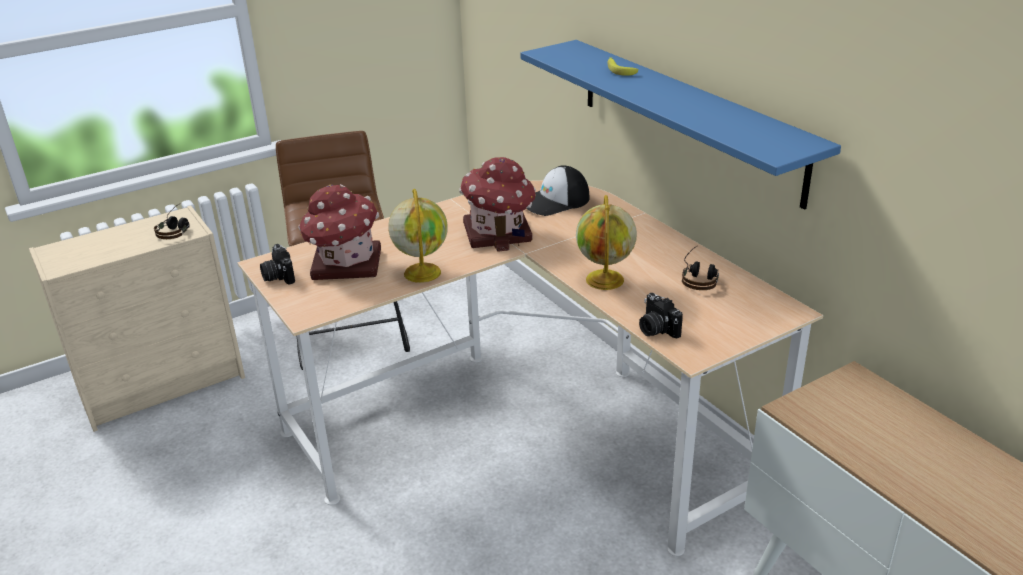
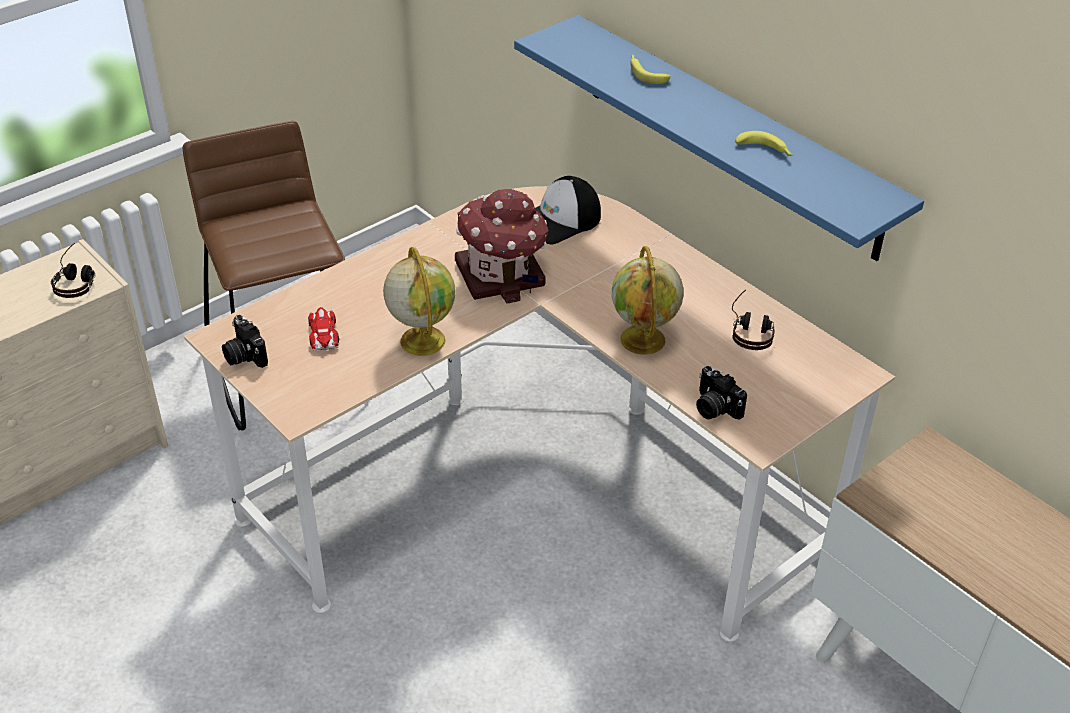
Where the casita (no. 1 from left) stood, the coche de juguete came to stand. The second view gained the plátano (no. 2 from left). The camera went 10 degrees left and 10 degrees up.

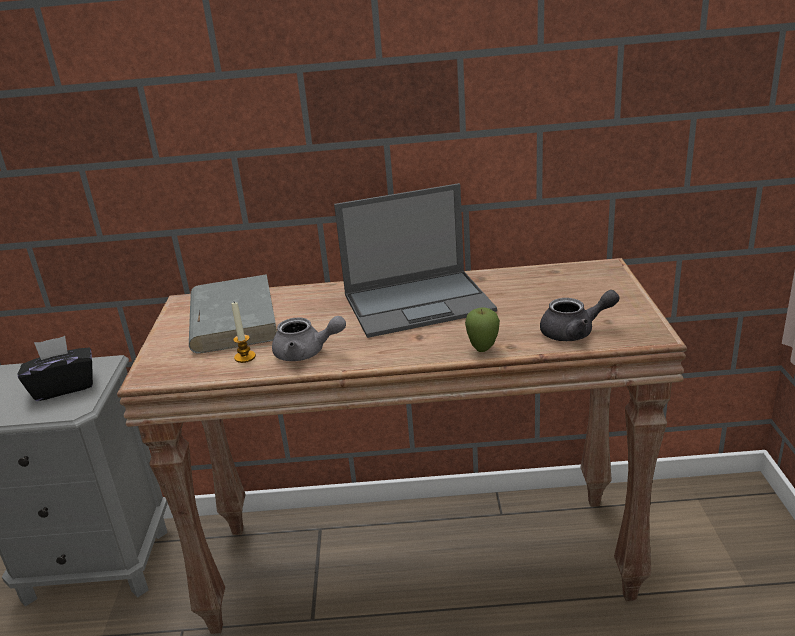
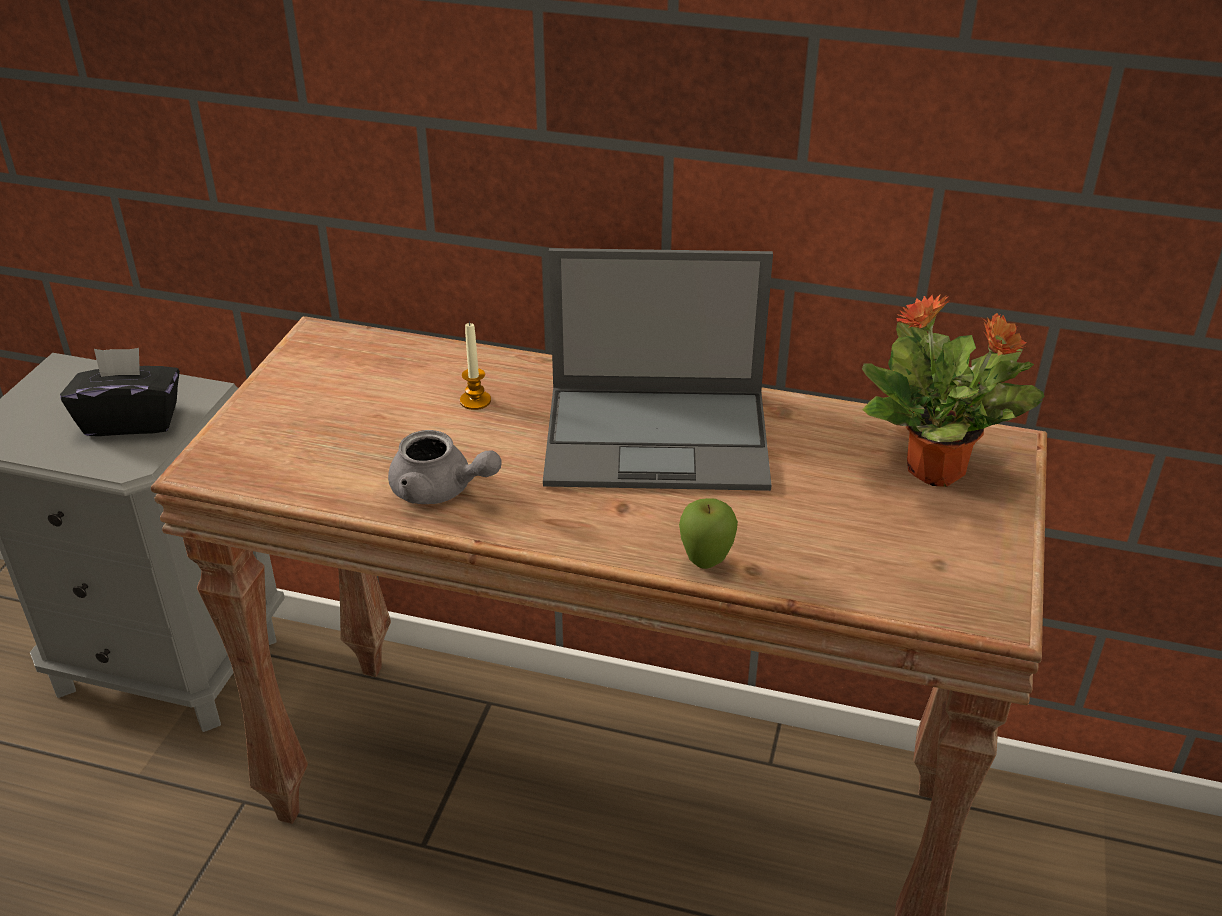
The second view lost the libro (gris). The vela ended up elsewhere. The second view lost the tetera (gris) (no. 2 from left). The second view gained the planta en maceta. The camera went 15 degrees right and 10 degrees up.

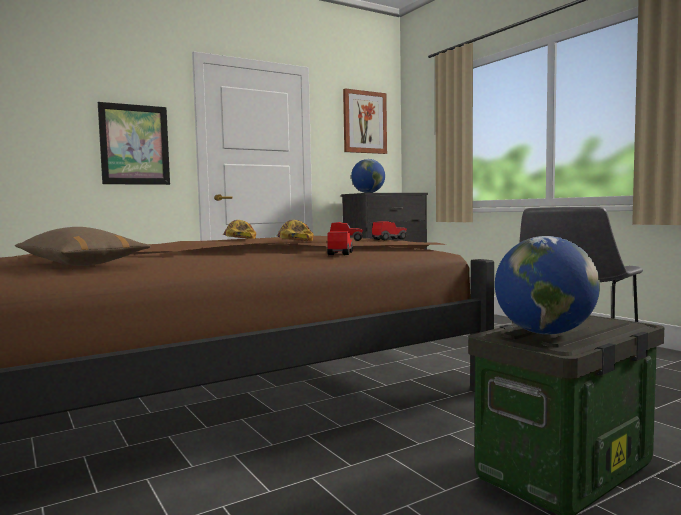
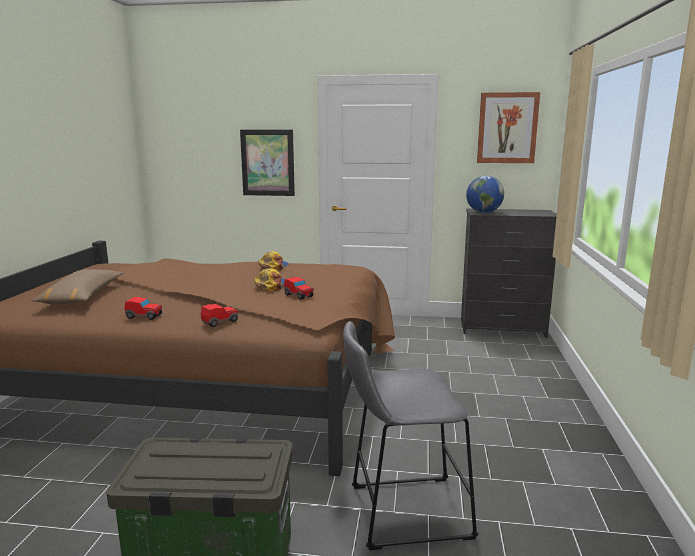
The coche de juguete (no. 3 from left in the first image) ended up elsewhere. The second view lost the globo terráqueo (no. 2 from left). The camera went 40 degrees right and 10 degrees up.

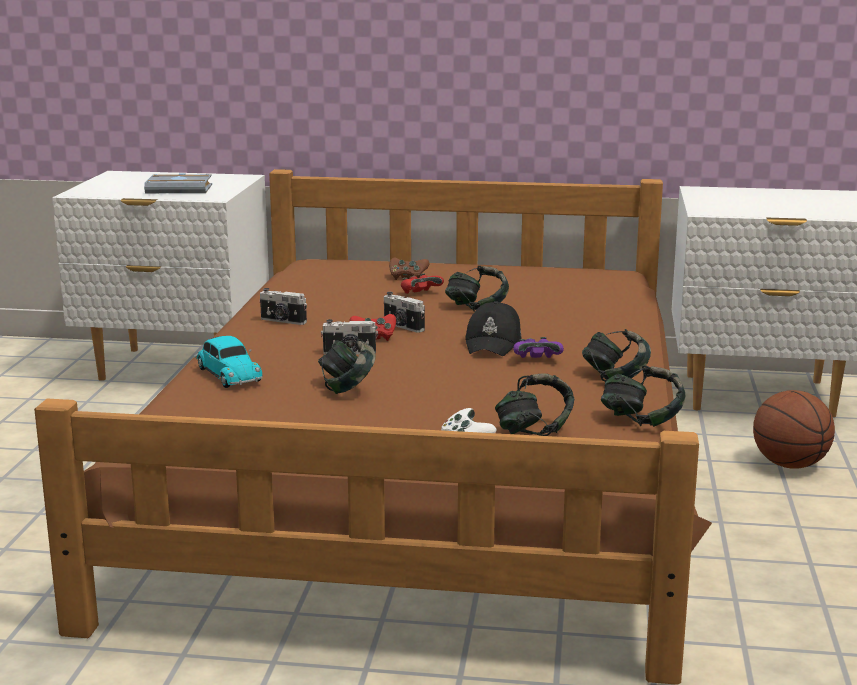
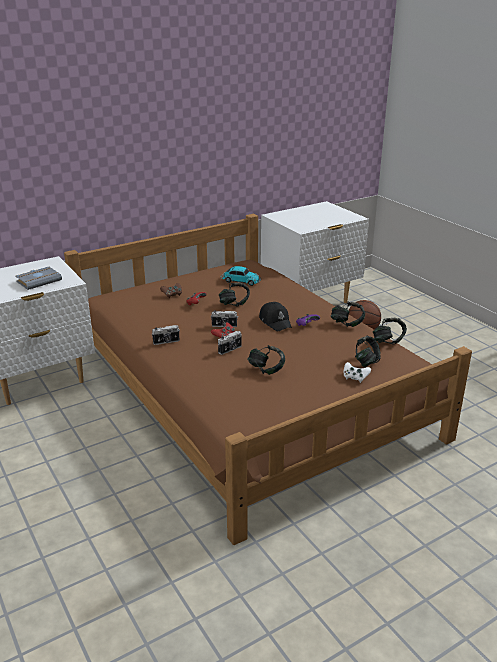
The coche de juguete ended up elsewhere. The camera went 40 degrees left and 10 degrees up.

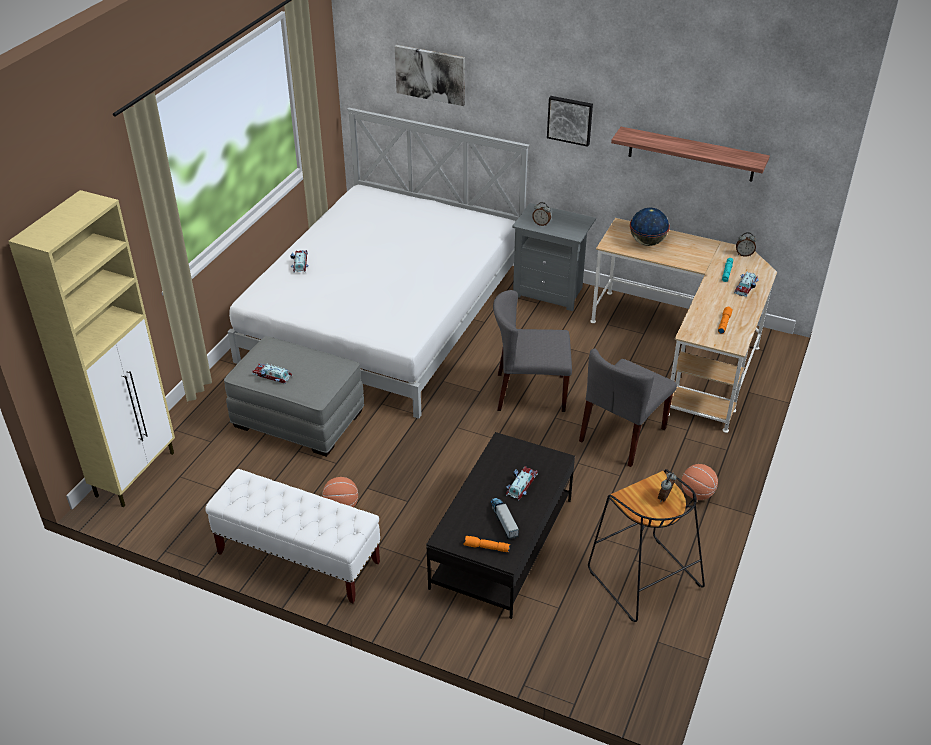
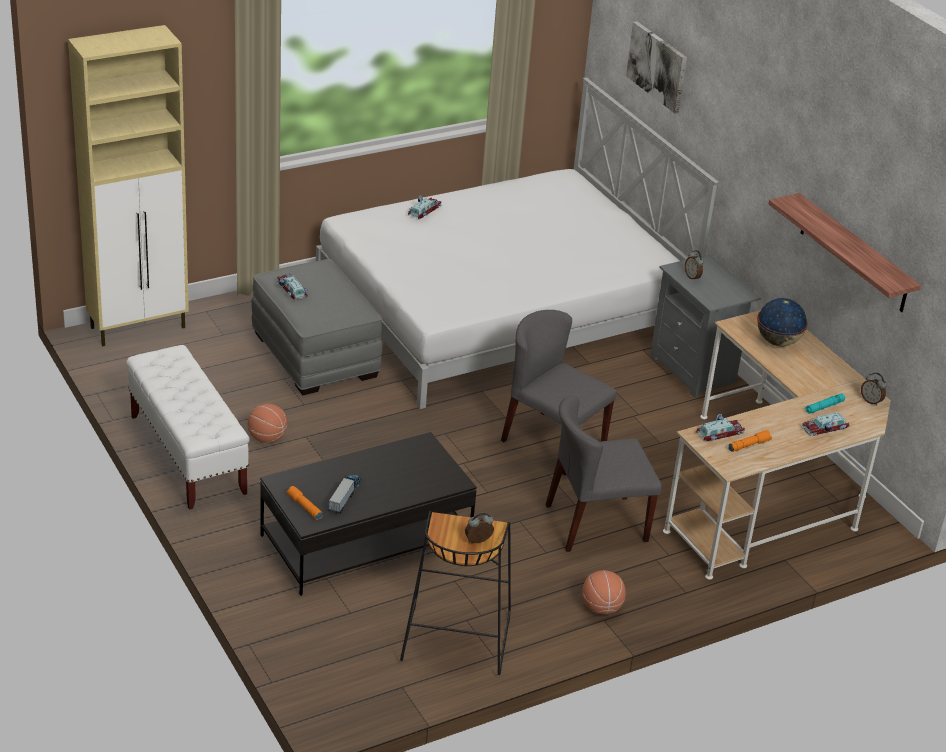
The coche de juguete (no. 3 from left) ended up elsewhere. The second view lost the cuadro (no. 2 from left). The camera went 35 degrees right and 5 degrees down.

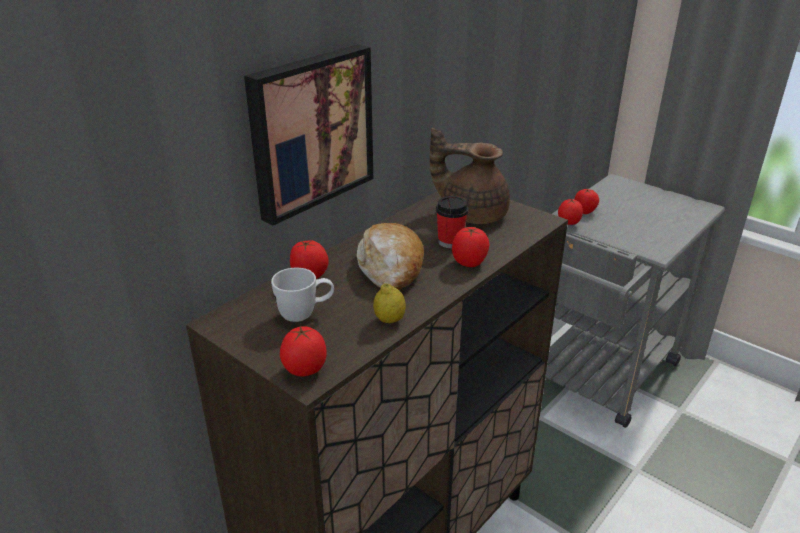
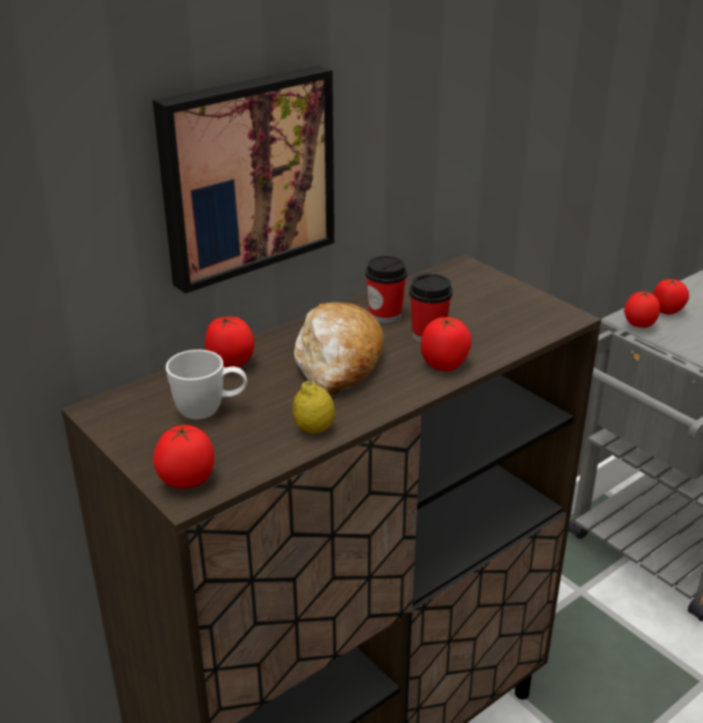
The second view lost the tetera (marrón). The second view gained the taza (no. 1 from left). The camera went 10 degrees right and 0 degrees up.

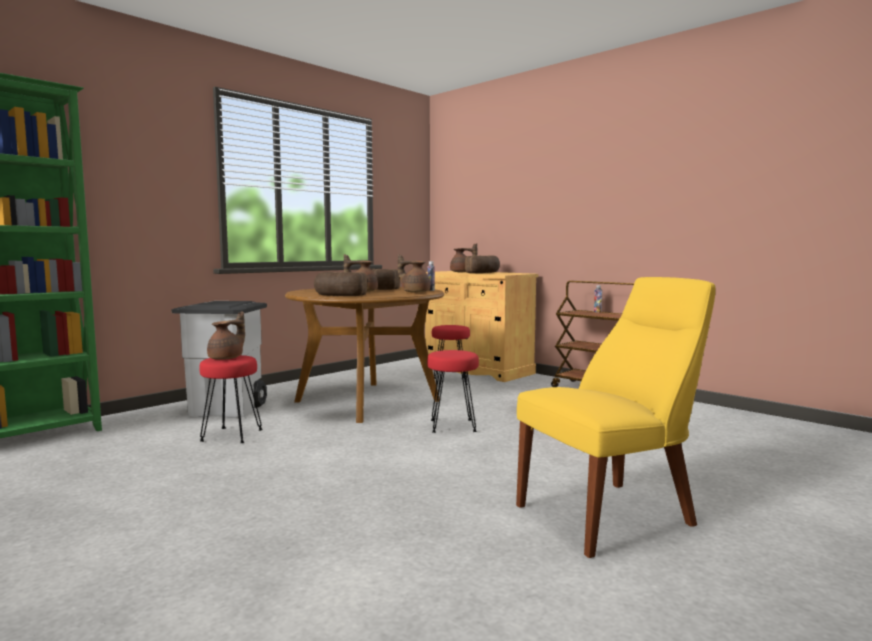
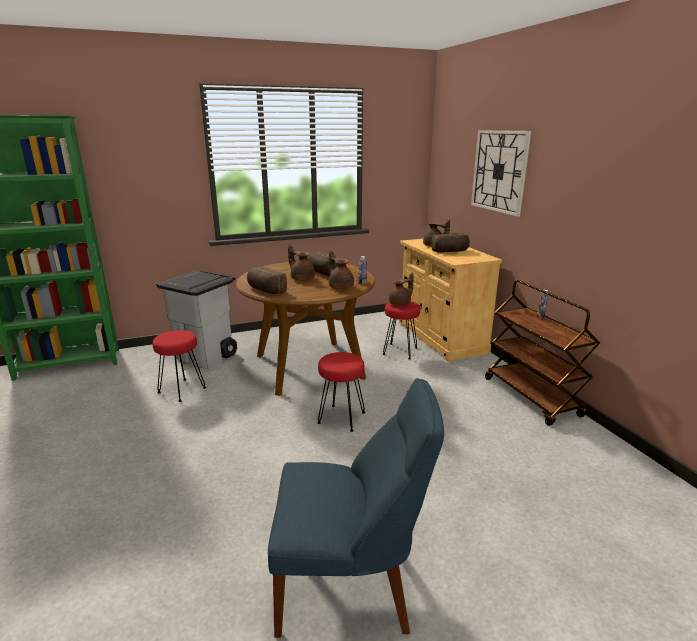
The tetera (marrón) (no. 1 from left in the first image) ended up elsewhere. What was the silla (amarillo) turned into the silla (azul). The second view gained the reloj de pared. The camera went 25 degrees right and 15 degrees up.

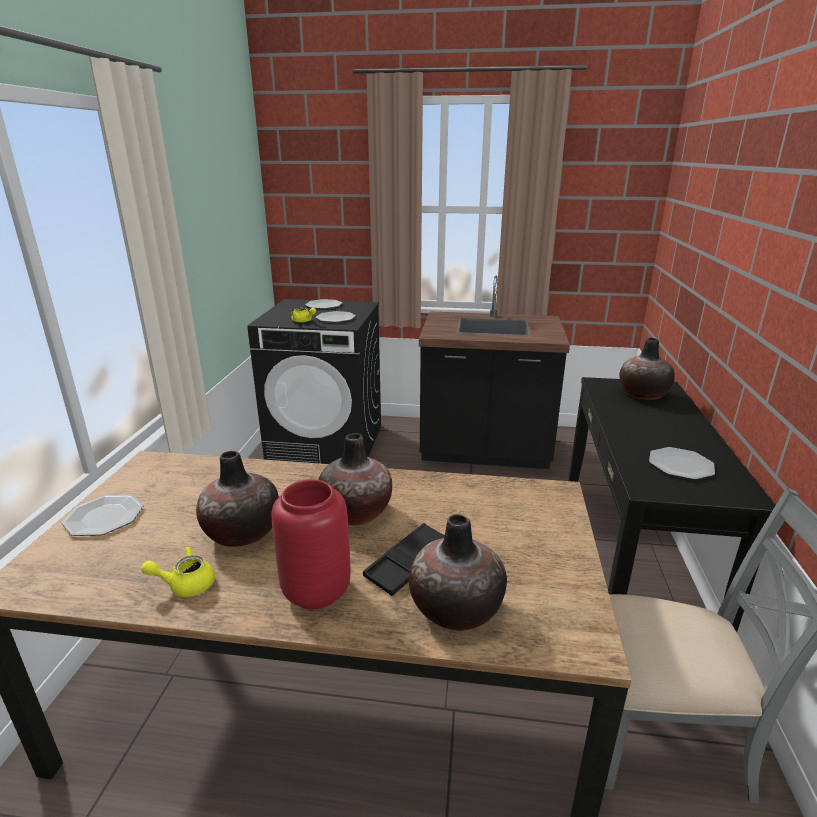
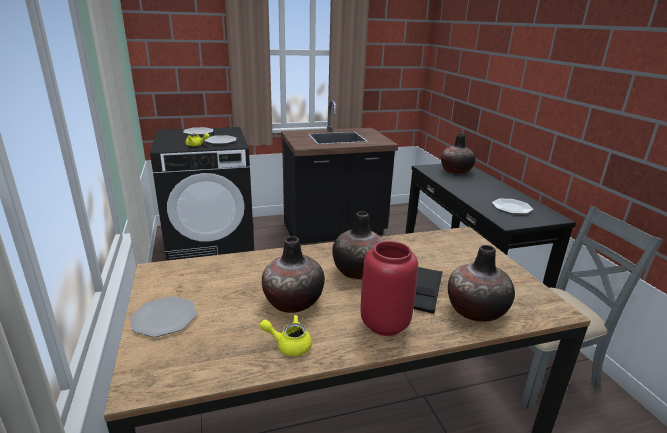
The tetera (amarillo) (no. 1 from left in the first image) ended up facing another way, 45 degrees clockwise from before. The camera went 25 degrees left and 0 degrees up.

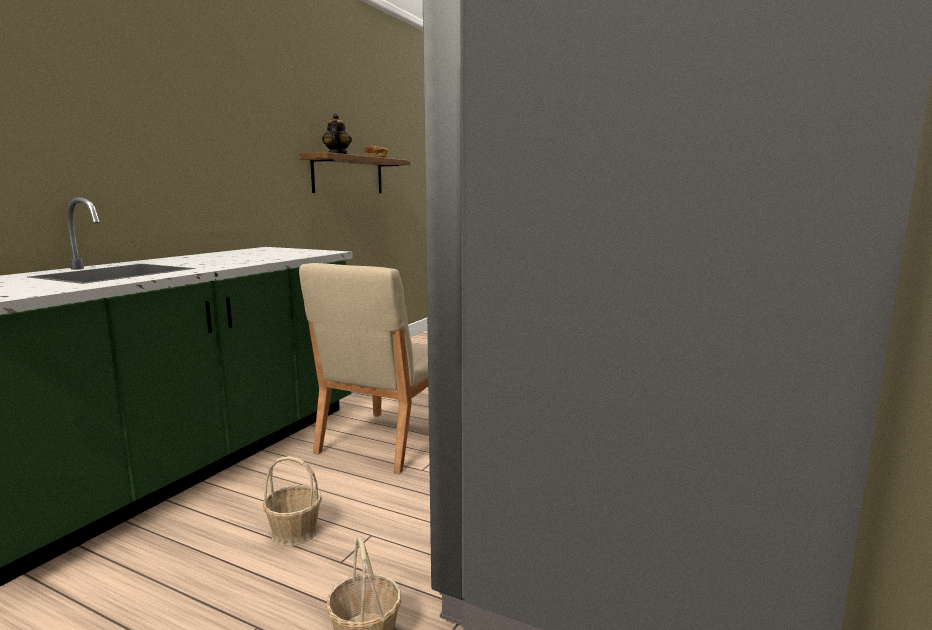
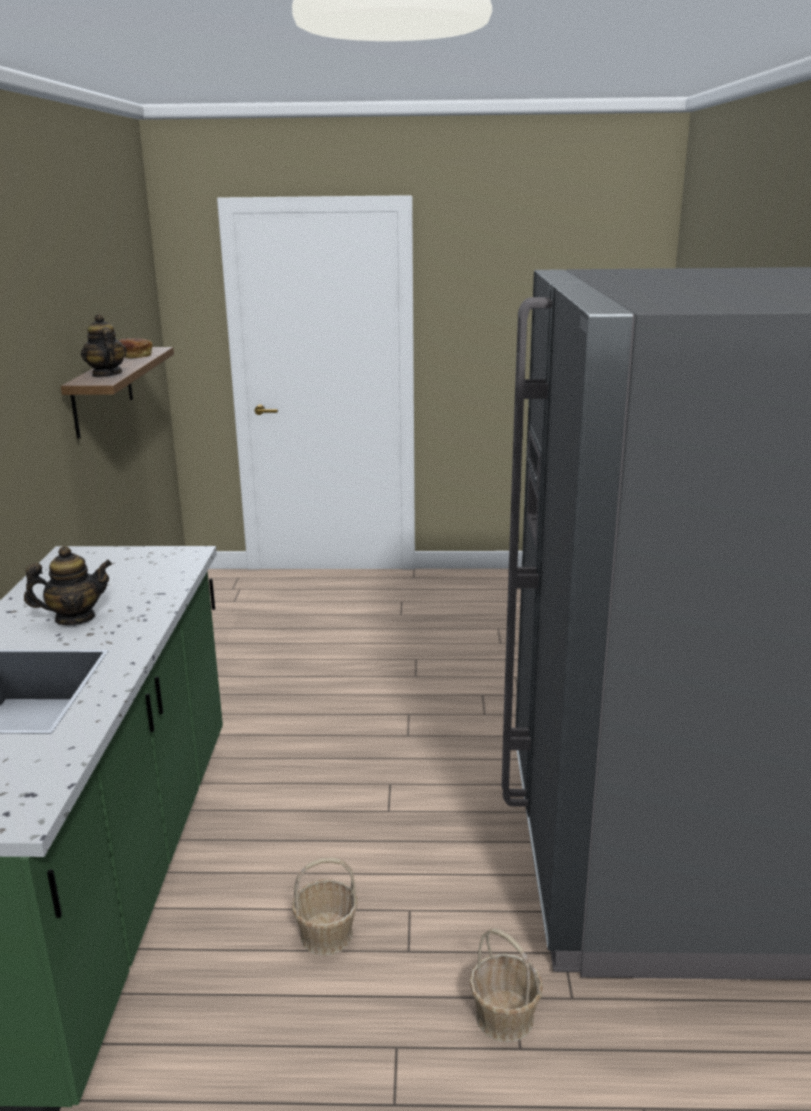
The second view lost the silla (beis). The second view gained the tetera (no. 1 from left). The camera went 25 degrees left and 10 degrees up.

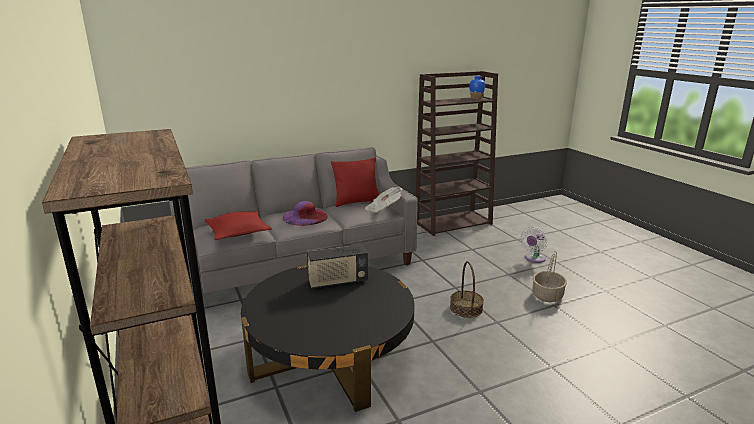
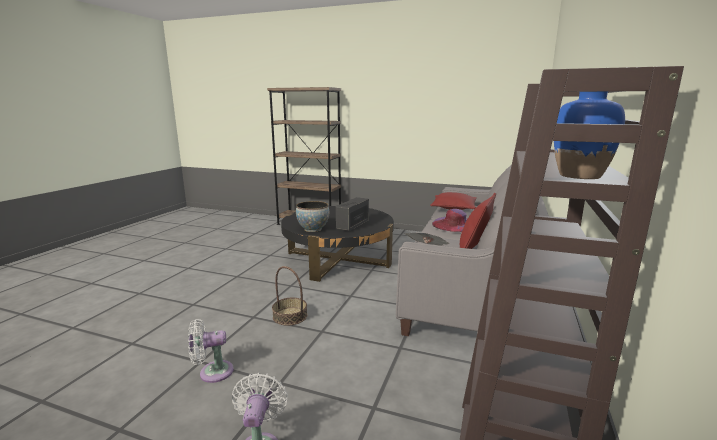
Where the cesta (no. 2 from left) stood, the ventilador (blanco) (no. 1 from left) came to stand. The second view gained the cuenco. The camera went 135 degrees right and 5 degrees down.

